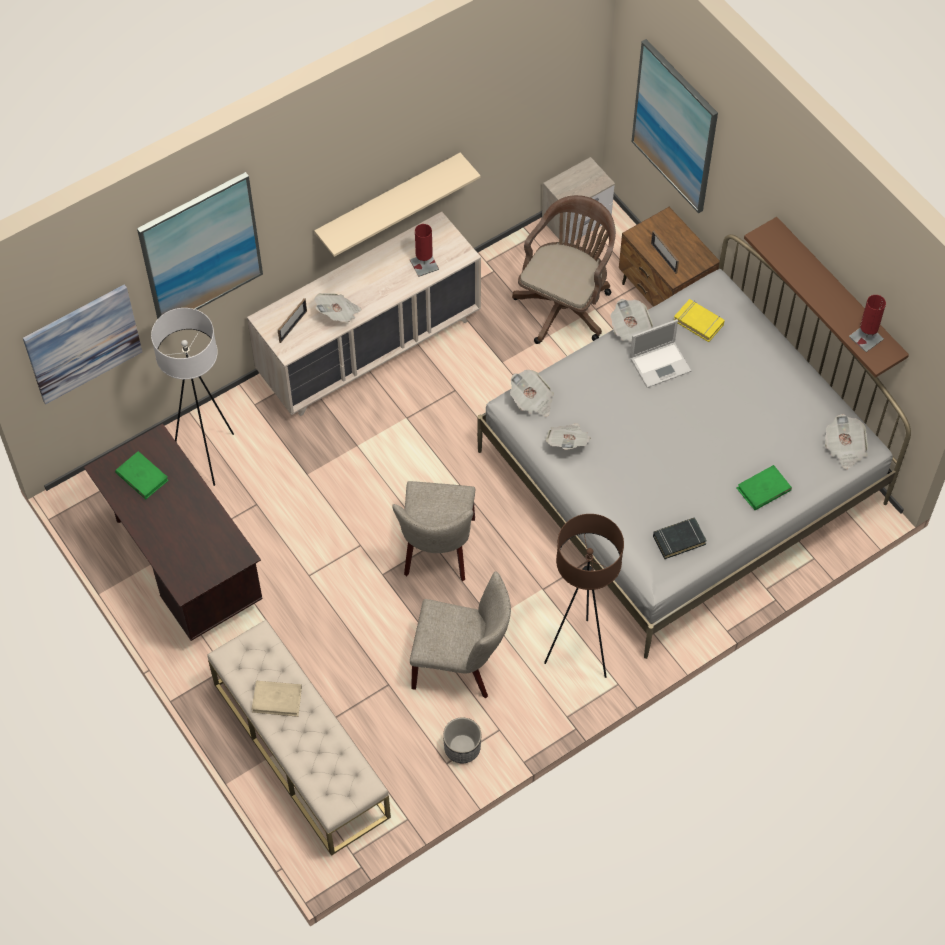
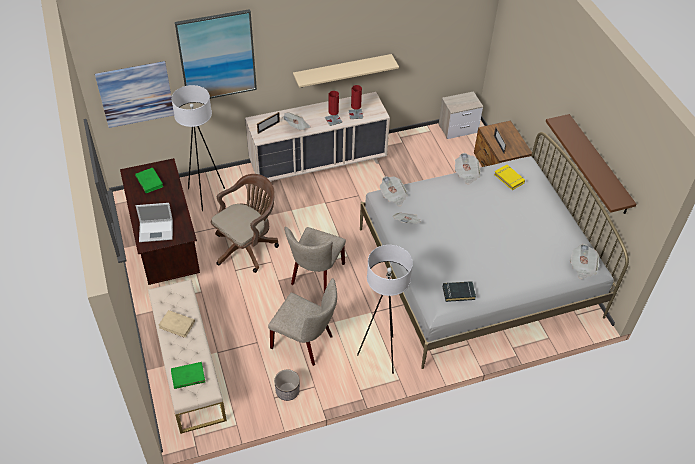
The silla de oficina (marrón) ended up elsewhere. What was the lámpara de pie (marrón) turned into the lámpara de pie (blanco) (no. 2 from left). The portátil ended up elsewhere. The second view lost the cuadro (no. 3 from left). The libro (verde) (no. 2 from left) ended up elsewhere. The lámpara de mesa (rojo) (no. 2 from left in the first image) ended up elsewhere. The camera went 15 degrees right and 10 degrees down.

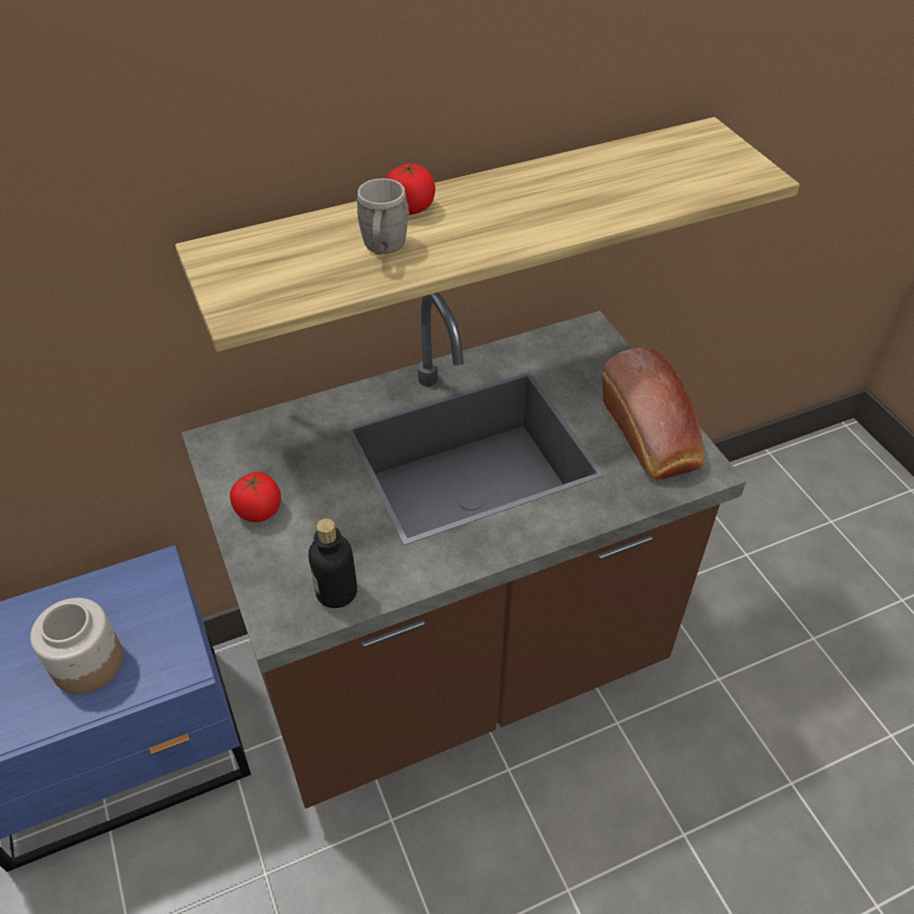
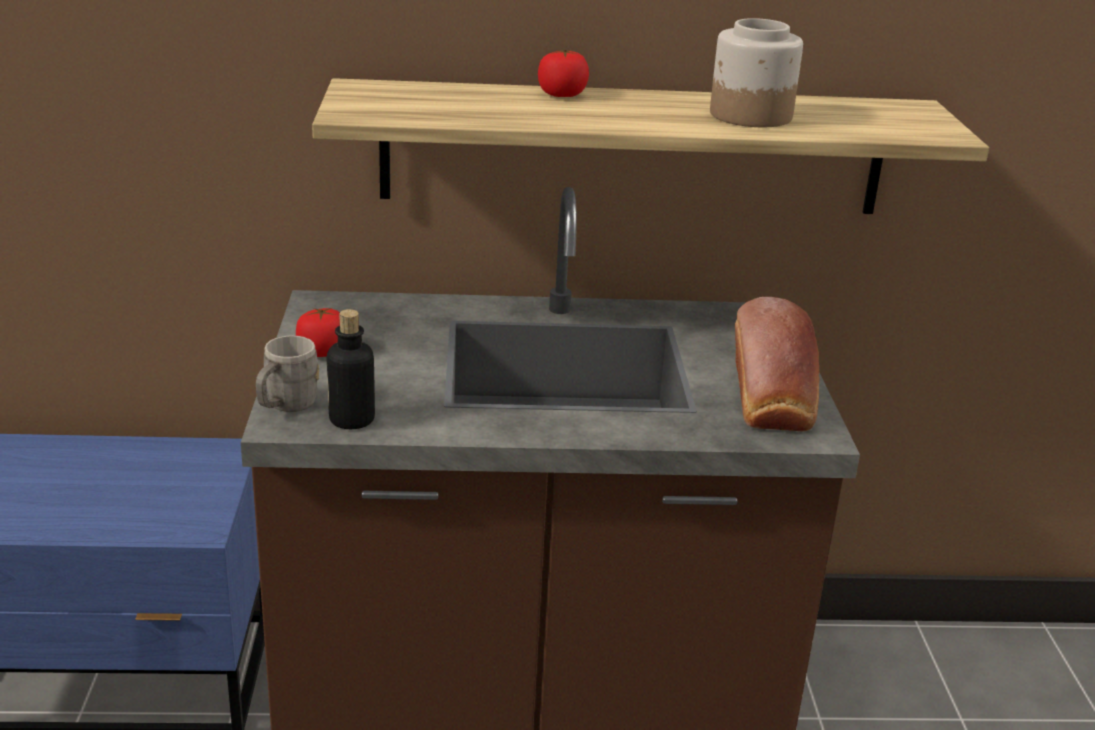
The tarro ended up elsewhere. The taza grande (gris) ended up elsewhere. The camera went 20 degrees right and 20 degrees down.

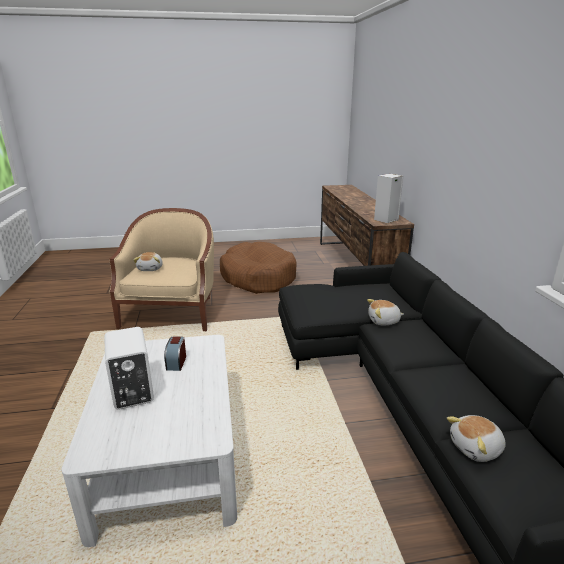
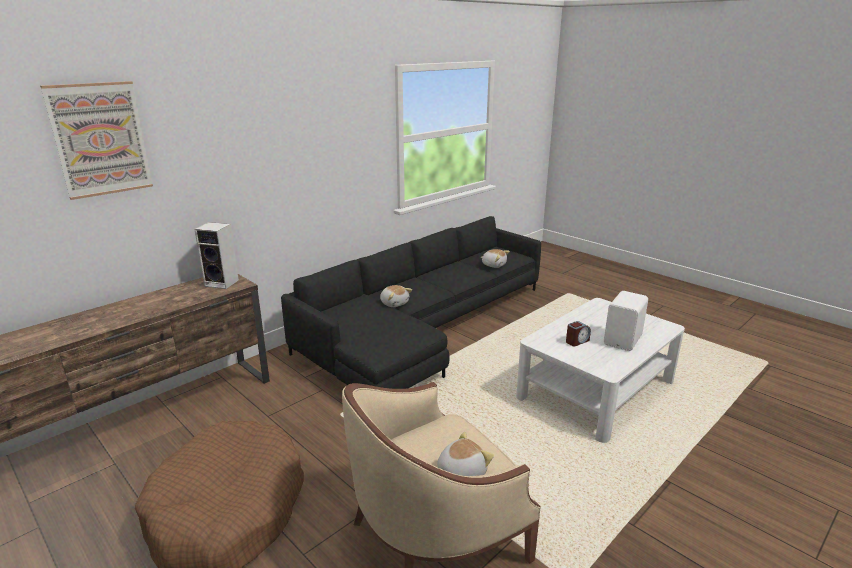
The second view gained the cuadro. The camera went 125 degrees left and 0 degrees up.

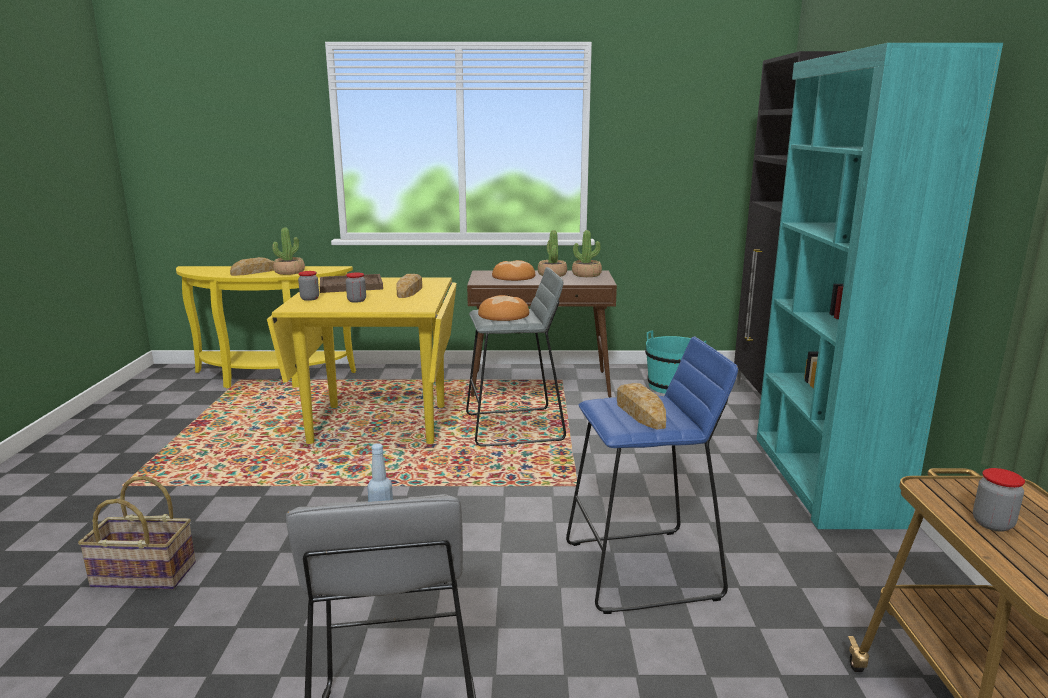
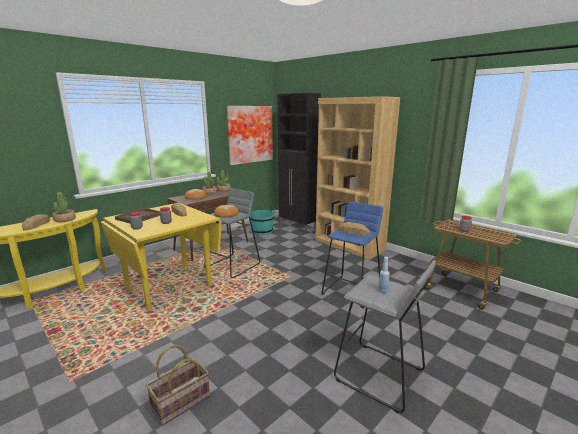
What was the estantería (turquesa) turned into the estantería (marrón). The second view gained the cuadro. The camera went 45 degrees left and 0 degrees up.

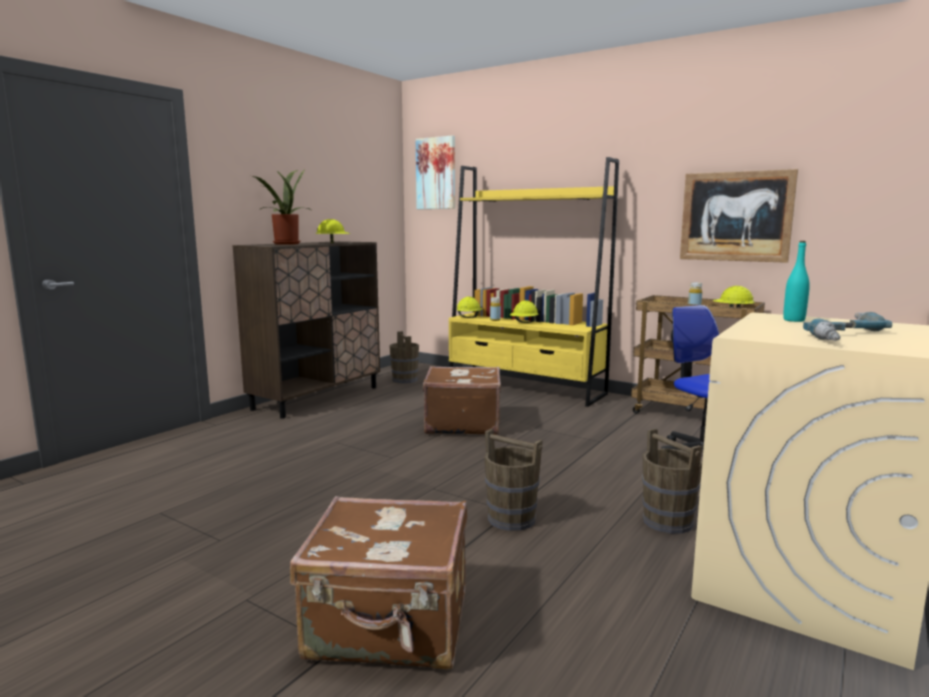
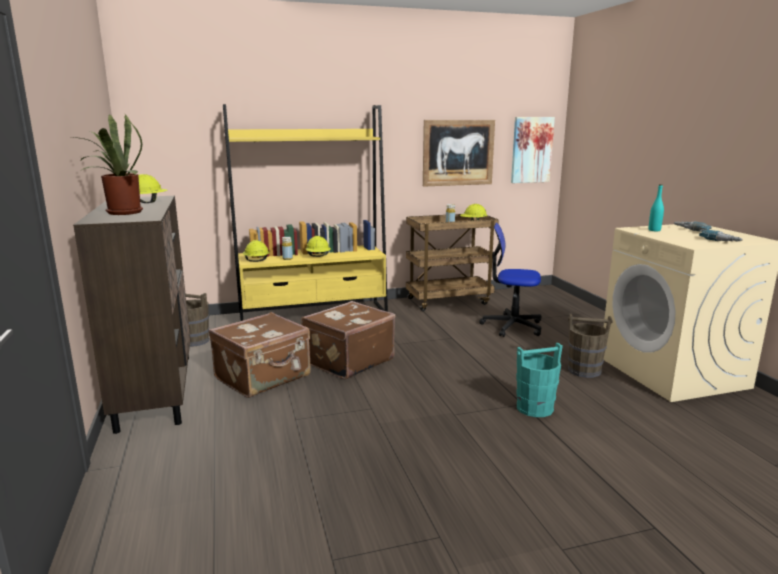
The maleta (marrón) (no. 1 from left) ended up elsewhere. The cuadro (no. 1 from left in the first image) ended up elsewhere. What was the cubo (marrón) (no. 2 from left) turned into the cubo (turquesa). The camera went 50 degrees left and 5 degrees up.

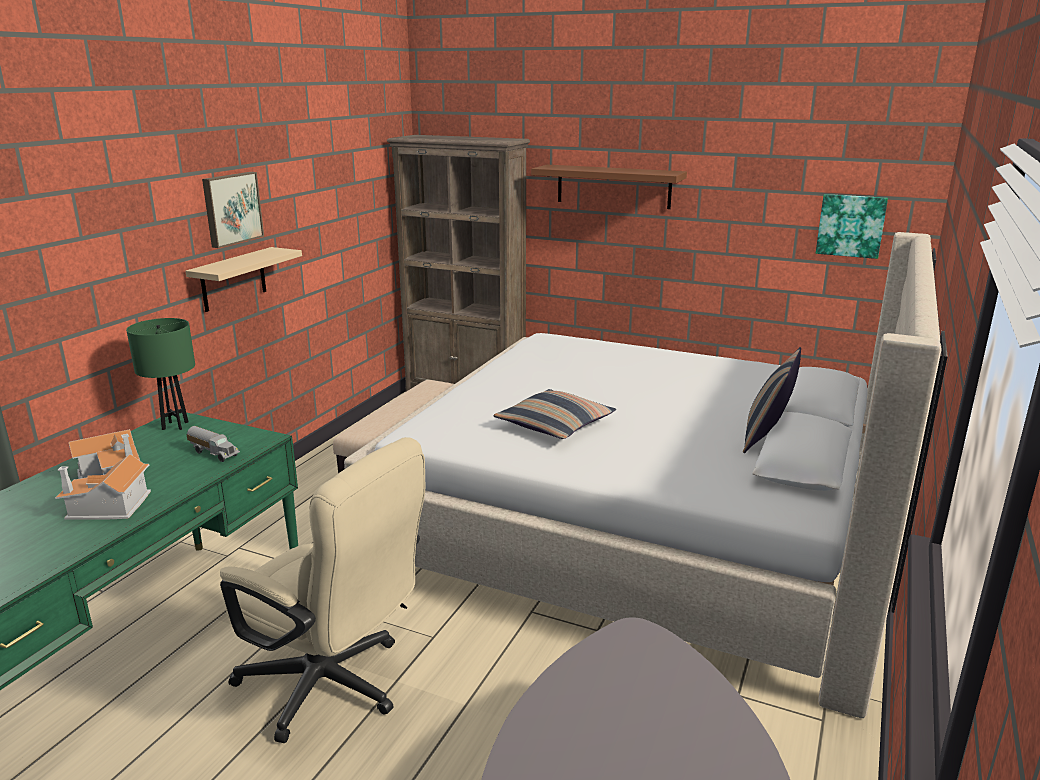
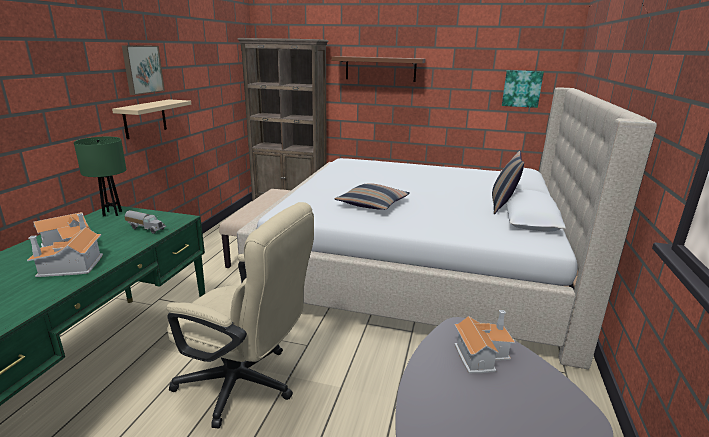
The second view gained the casita (no. 3 from left). The camera went 10 degrees left and 0 degrees up.

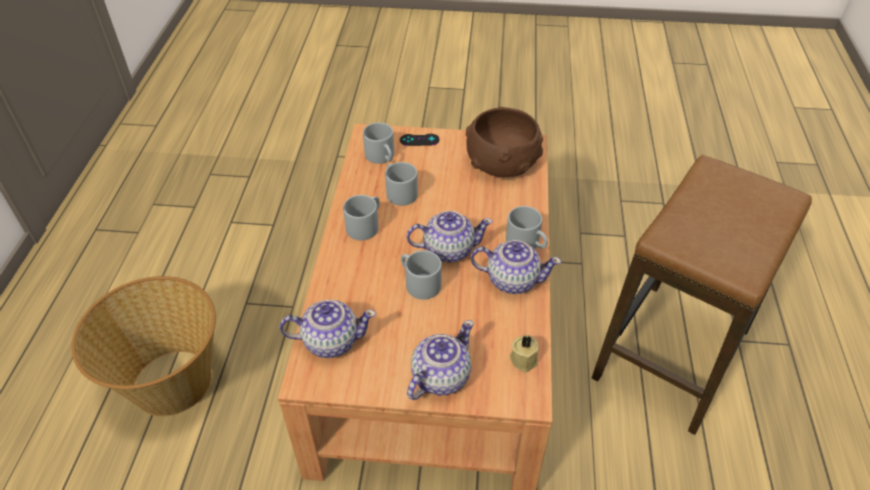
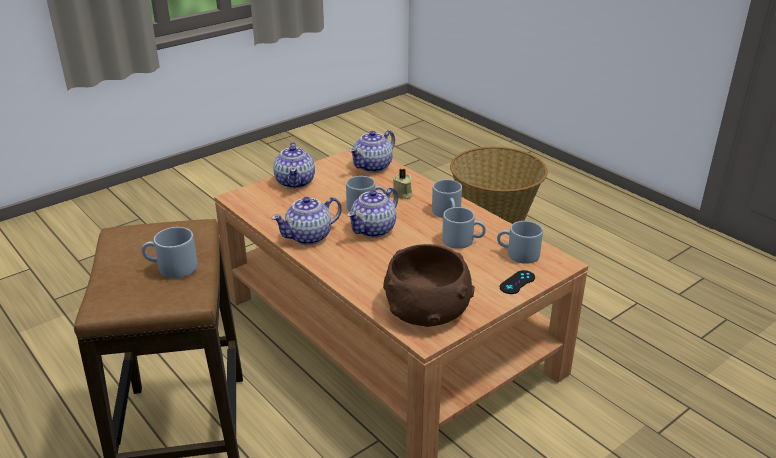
The taza grande (gris) (no. 5 from left in the first image) ended up elsewhere. The vela (beis) ended up elsewhere. The camera went 135 degrees right and 15 degrees down.

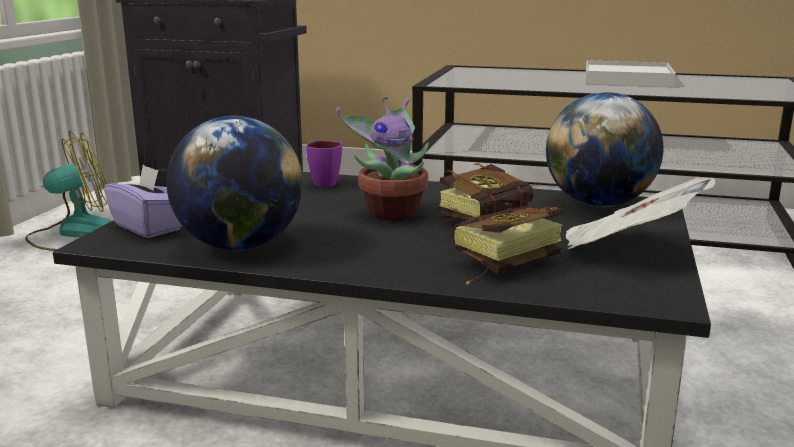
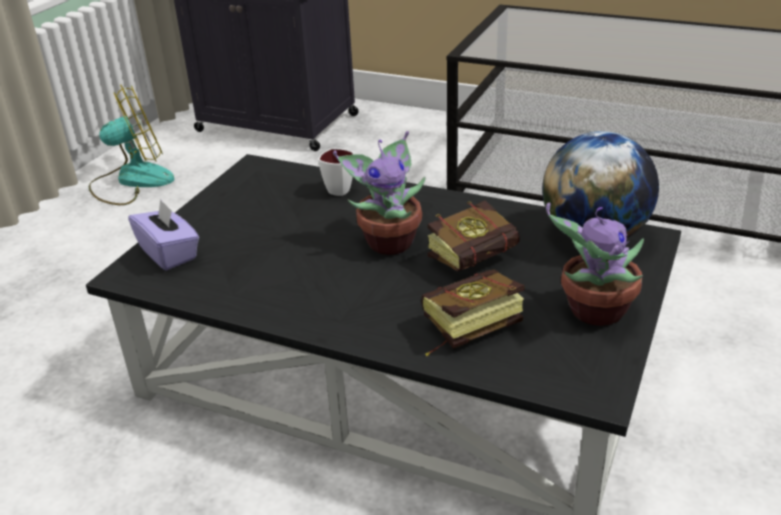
The second view lost the globo terráqueo (no. 1 from left). What was the taza grande (morado) turned into the taza grande (blanco). Where the periódico stood, the planta en maceta (no. 2 from left) came to stand. The second view lost the bandeja (blanco). The camera went 10 degrees right and 15 degrees up.

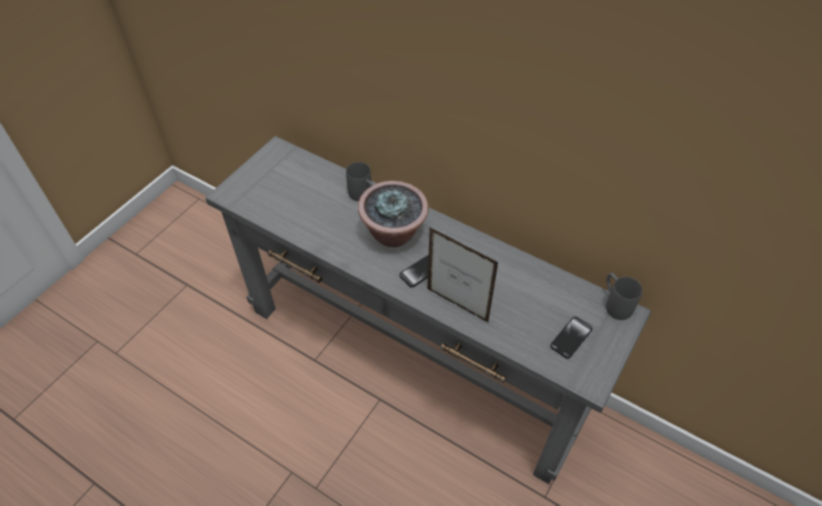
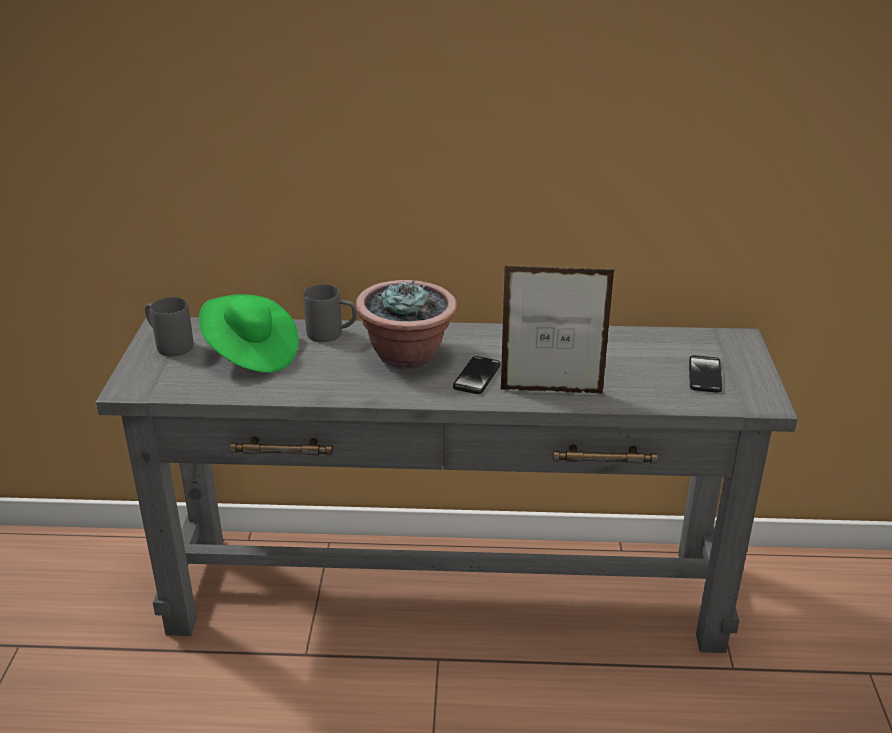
The taza grande (gris) (no. 2 from left in the first image) ended up elsewhere. The second view gained the sombrero (verde). The camera went 30 degrees left and 20 degrees down.

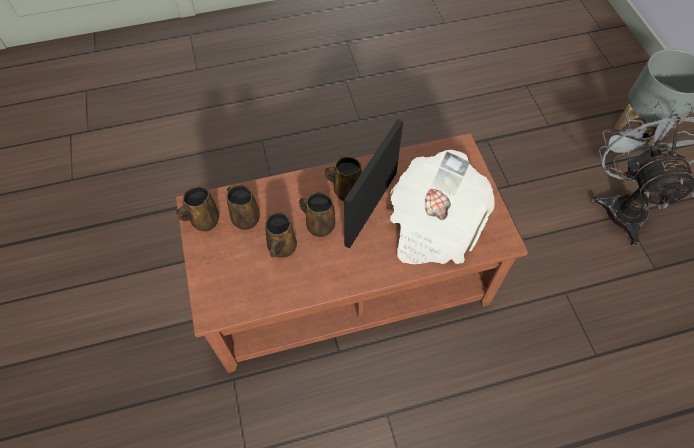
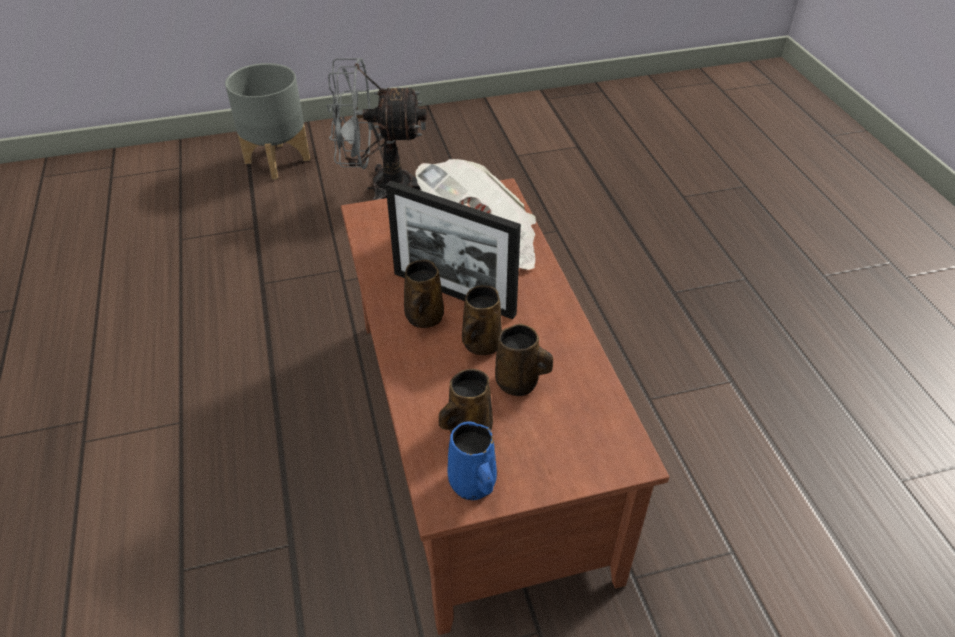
What was the taza grande (marrón) (no. 1 from left) turned into the taza grande (azul). The camera went 90 degrees left and 15 degrees down.

